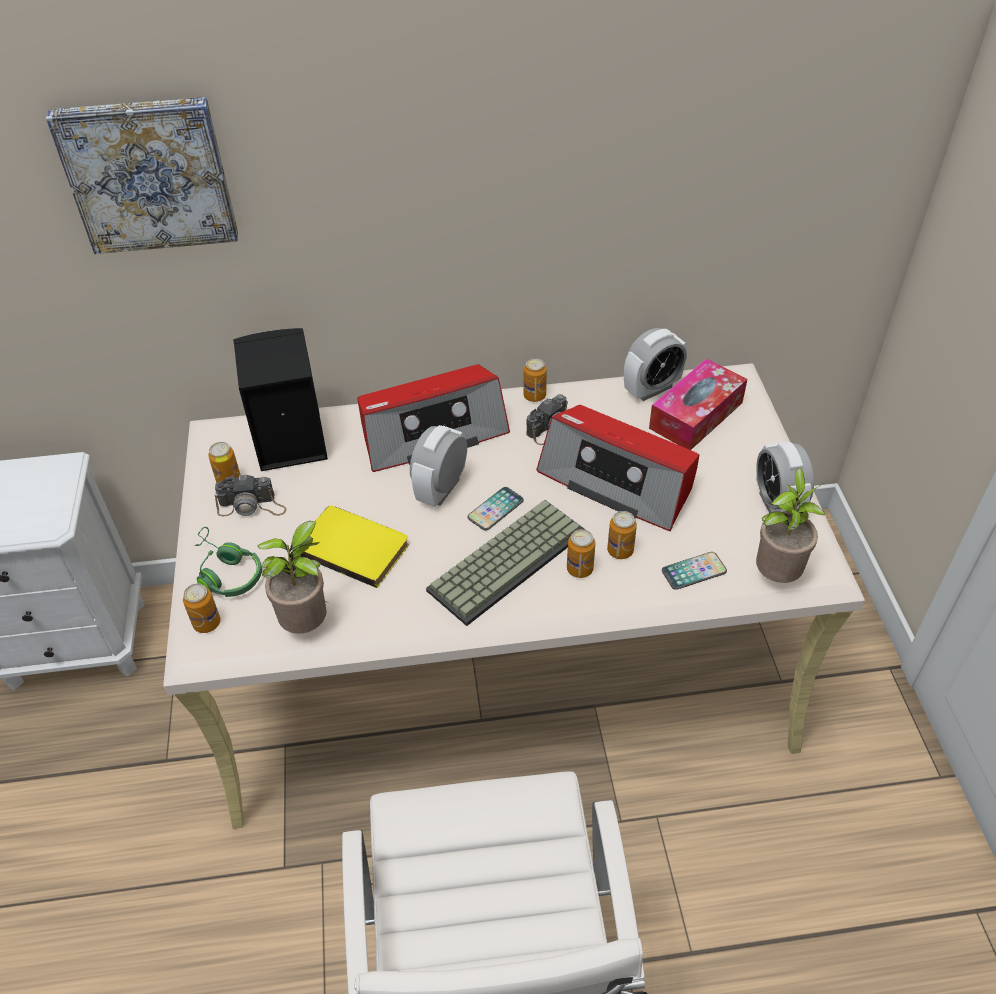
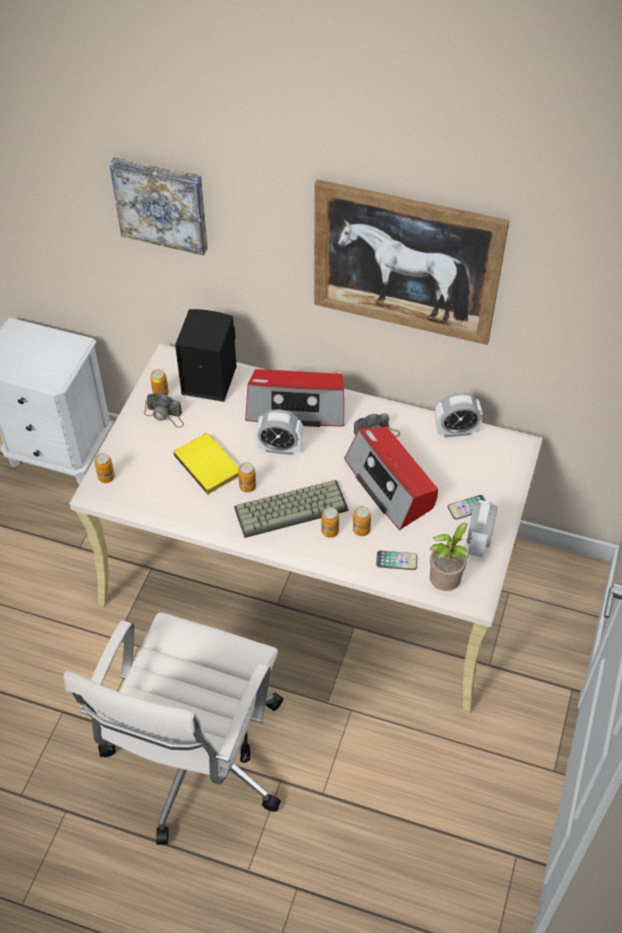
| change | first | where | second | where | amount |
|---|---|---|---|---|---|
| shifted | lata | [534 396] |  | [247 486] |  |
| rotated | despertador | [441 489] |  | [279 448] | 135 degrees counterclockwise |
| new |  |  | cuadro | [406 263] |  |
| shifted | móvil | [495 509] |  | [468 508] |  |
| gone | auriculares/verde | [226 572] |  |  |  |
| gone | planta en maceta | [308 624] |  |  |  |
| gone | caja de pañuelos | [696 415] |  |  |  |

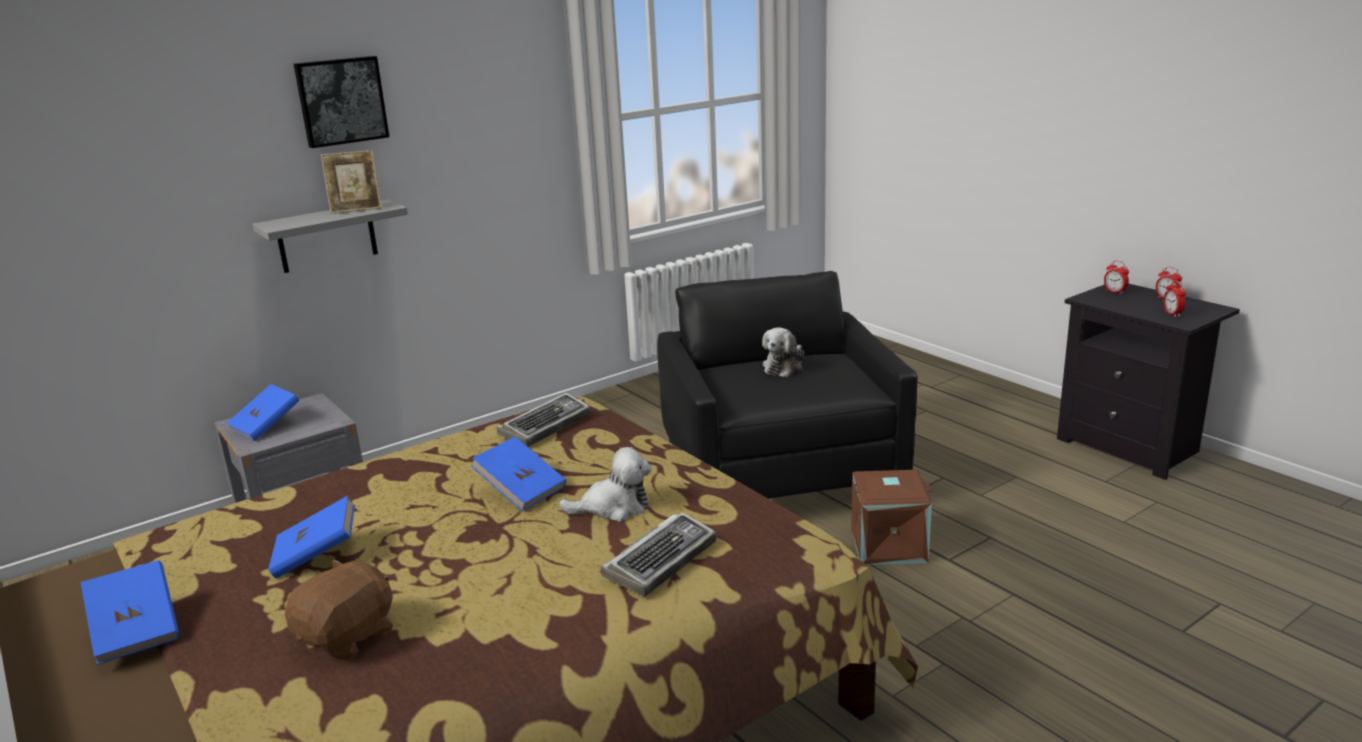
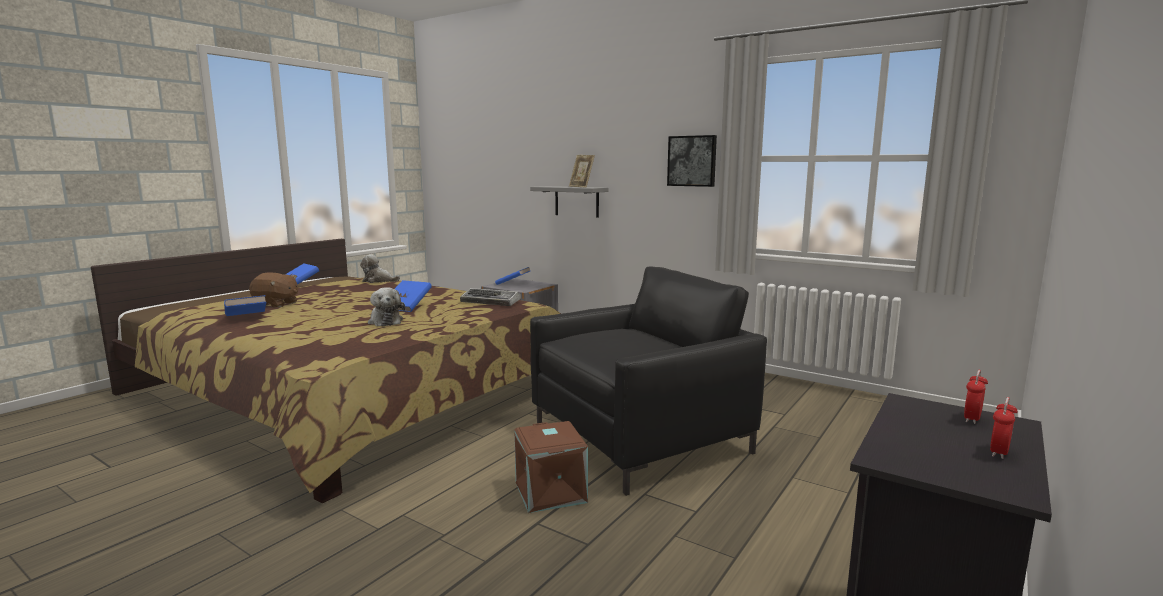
| change | first | where | second | where | amount |
|---|---|---|---|---|---|
| shifted | libro/azul | [317 556] |  | [246 318] |  |
| shifted | peluche | [784 367] |  | [378 281] |  |
| shifted | cuadro | [341 101] |  | [692 161] |  |
| gone | teclado | [661 560] |  |  |  |
| gone | despertador | [1172 314] |  |  |  |

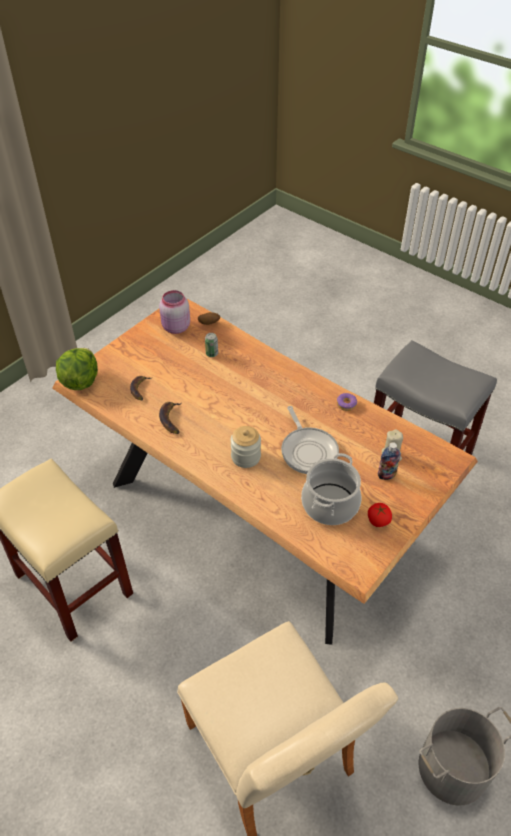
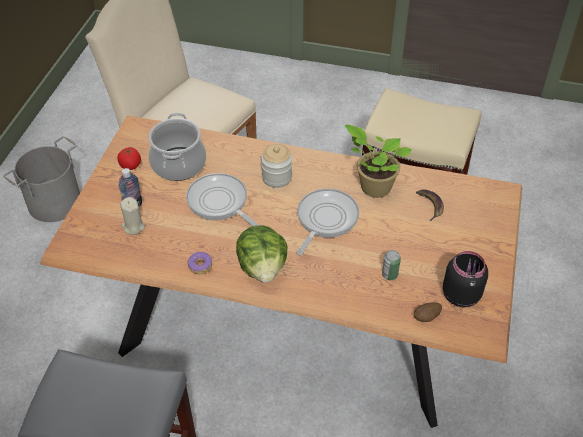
| change | first | where | second | where | amount |
|---|---|---|---|---|---|
| shifted | lechuga | [80 381] |  | [263 268] |  |
| new |  |  | sartén | [325 219] |  |
| swapped | plátano | [171 419] | planta en maceta | [373 187] |  |
| repainted | tarro/rosa | [175 328] | tarro/negro | [461 294] |  |

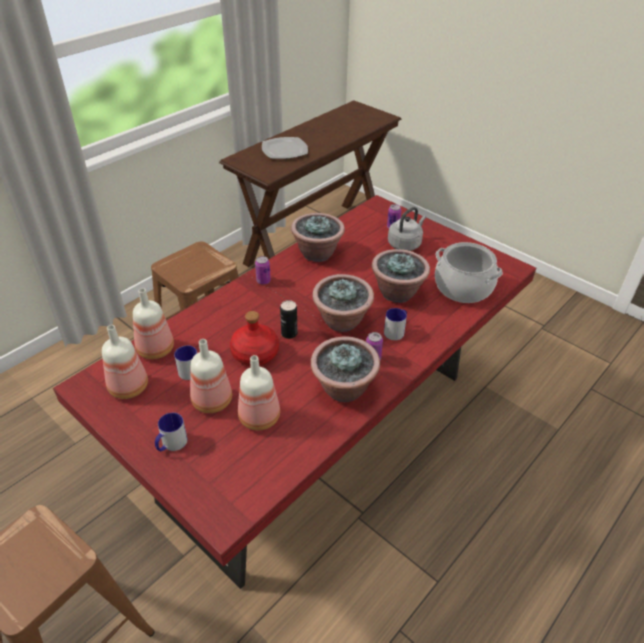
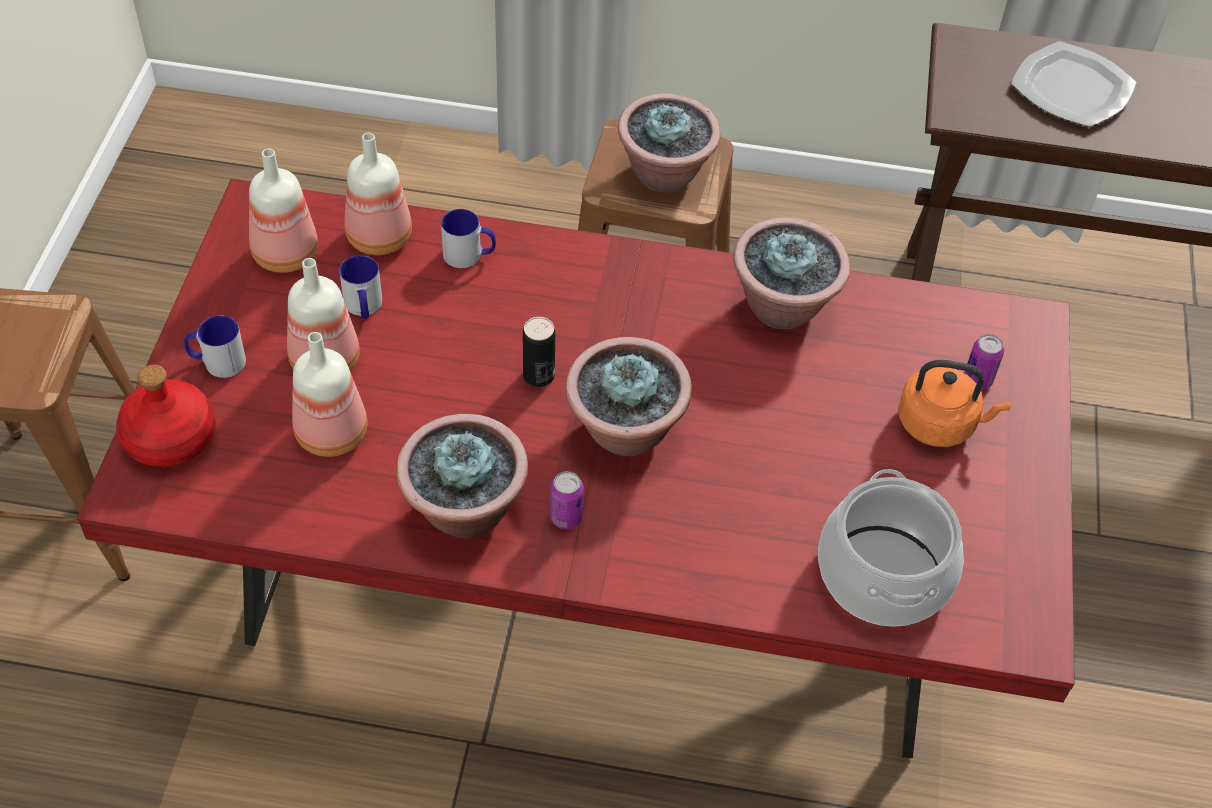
| change | first | where | second | where | amount |
|---|---|---|---|---|---|
| shifted | botella/rojo | [255 353] |  | [172 438] |  |
| shifted | taza grande | [396 331] |  | [469 255] |  |
| shifted | planta en maceta | [397 293] |  | [665 174] |  |
| repainted | hervidor/gris | [405 244] | hervidor/naranja | [940 424] |  |
| gone | lata | [263 281] |  |  |  |

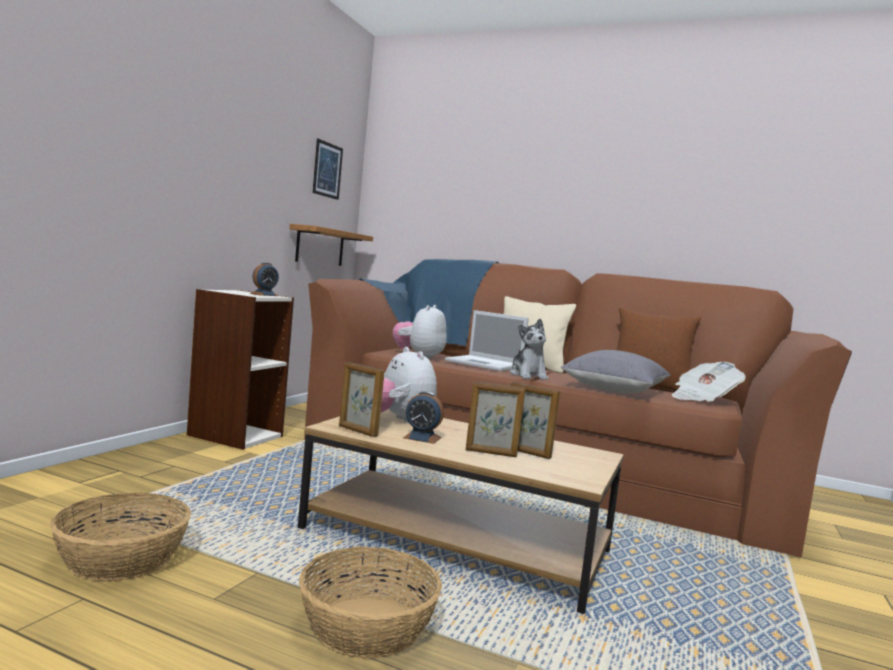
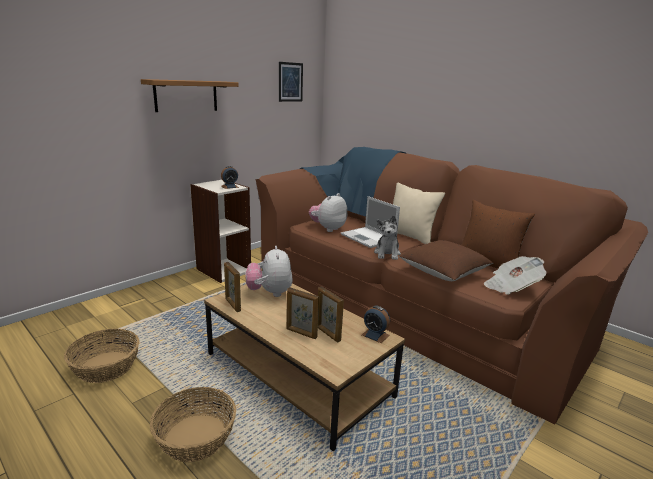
| change | first | where | second | where | amount |
|---|---|---|---|---|---|
| shifted | estante | [320 246] |  | [186 96] |  |
| shifted | despertador | [422 438] |  | [375 335] |  |
| repainted | cojín/gris | [614 390] | cojín/marrón | [443 273] |  |

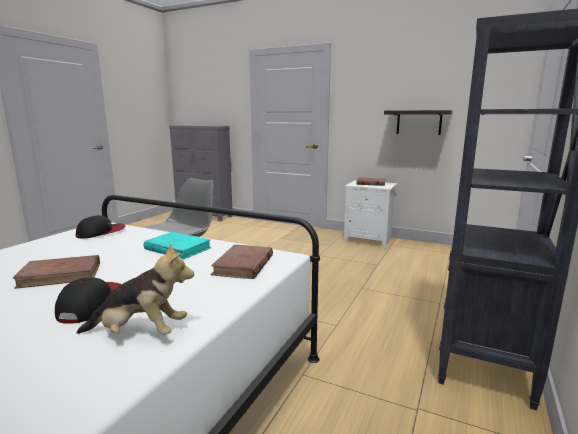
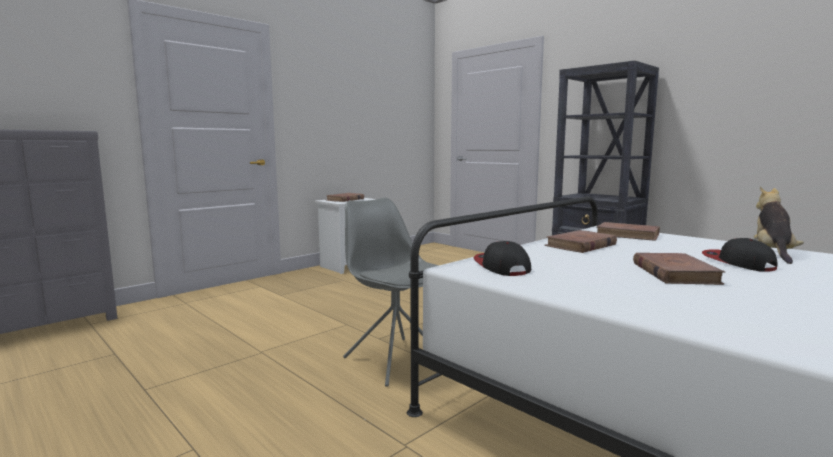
| change | first | where | second | where | amount |
|---|---|---|---|---|---|
| repainted | libro/turquesa | [177 248] | libro/marrón | [580 245] |  |
| rotated | gorra | [91 304] |  | [737 263] | 45 degrees clockwise |
| gone | estante | [419 122] |  |  |  |

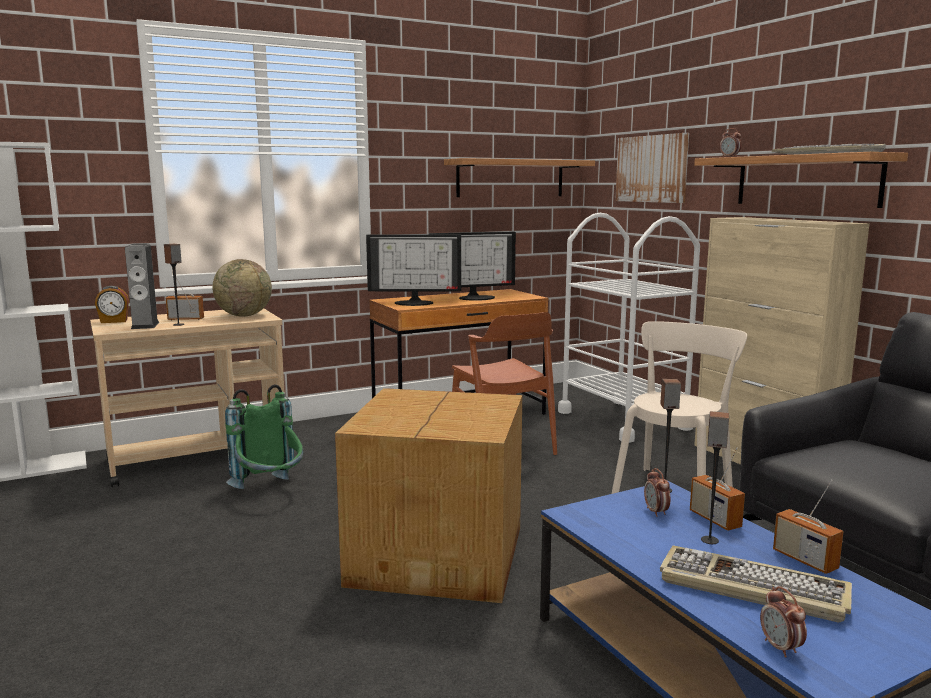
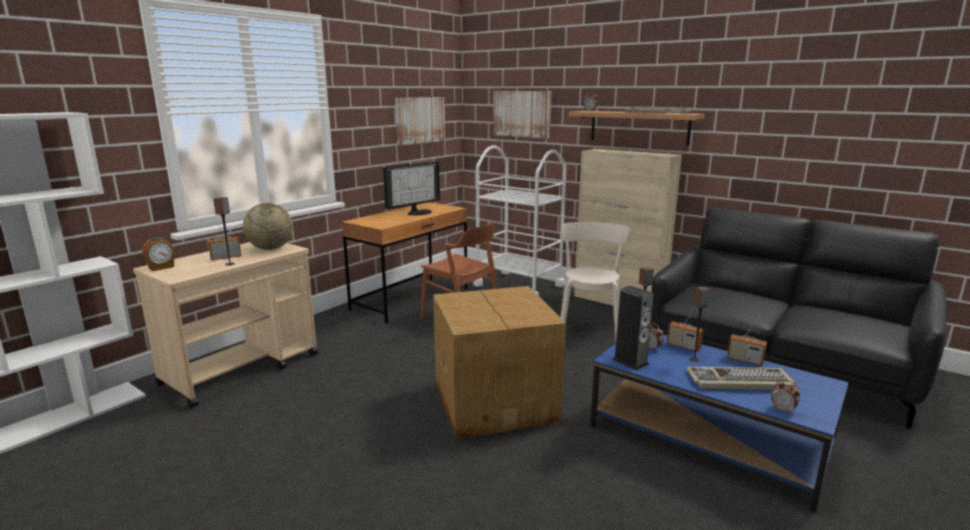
| change | first | where | second | where | amount |
|---|---|---|---|---|---|
| swapped | estante | [510 178] | cuadro | [419 120] |  |
| shifted | altavoz | [145 325] |  | [630 361] |  |
| gone | mochila/verde | [270 491] |  |  |  |
| gone | monitor | [414 302] |  |  |  |

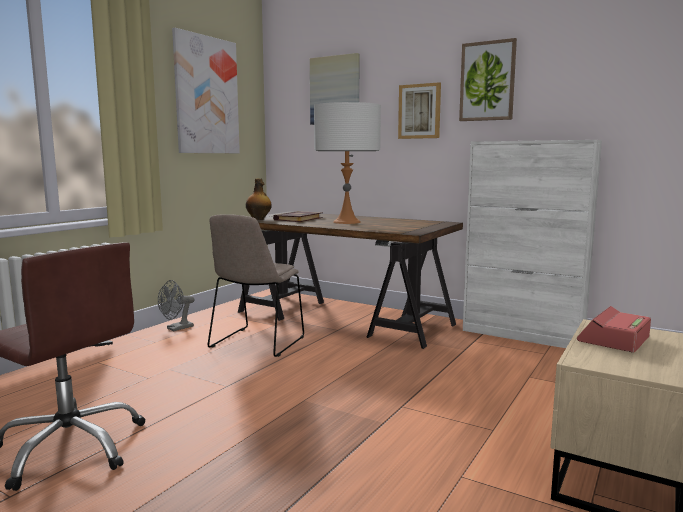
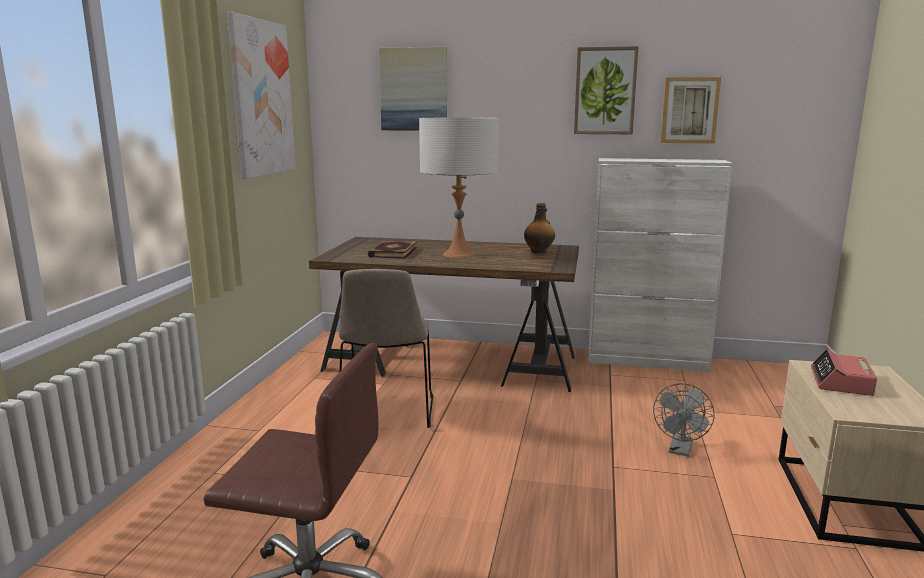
| change | first | where | second | where | amount |
|---|---|---|---|---|---|
| shifted | botella | [259 219] |  | [539 252] |  |
| shifted | ventilador/gris | [176 329] |  | [680 450] |  |
| shifted | cuadro | [419 111] |  | [689 110] |  |

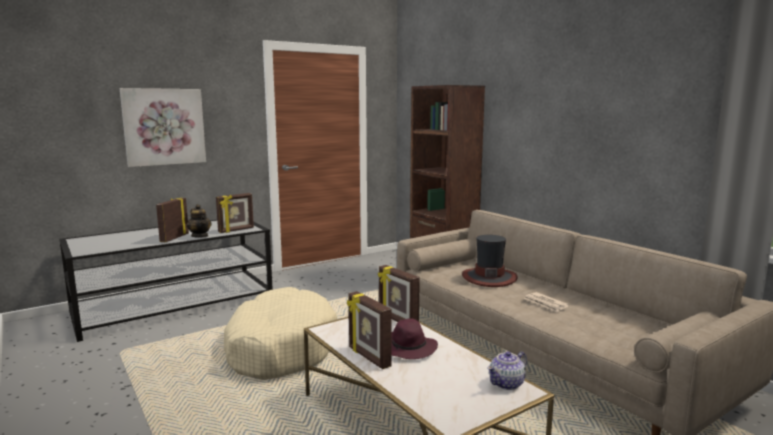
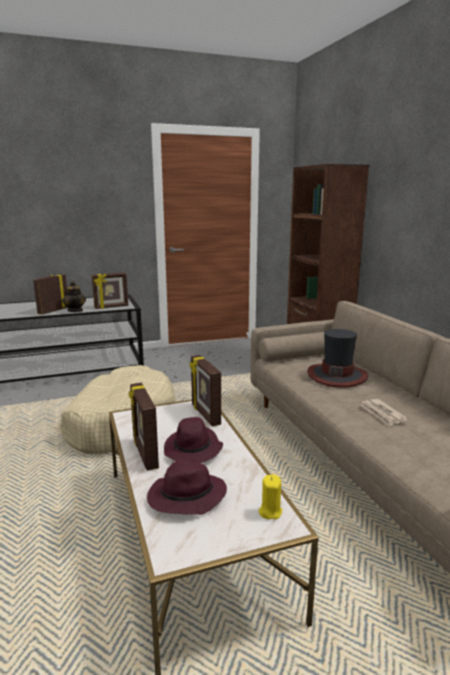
| change | first | where | second | where | amount |
|---|---|---|---|---|---|
| new |  |  | sombrero/morado | [186 498] |  |
| swapped | tetera | [507 383] | vela/amarillo | [270 512] |  |
| gone | cuadro | [164 127] |  |  |  |

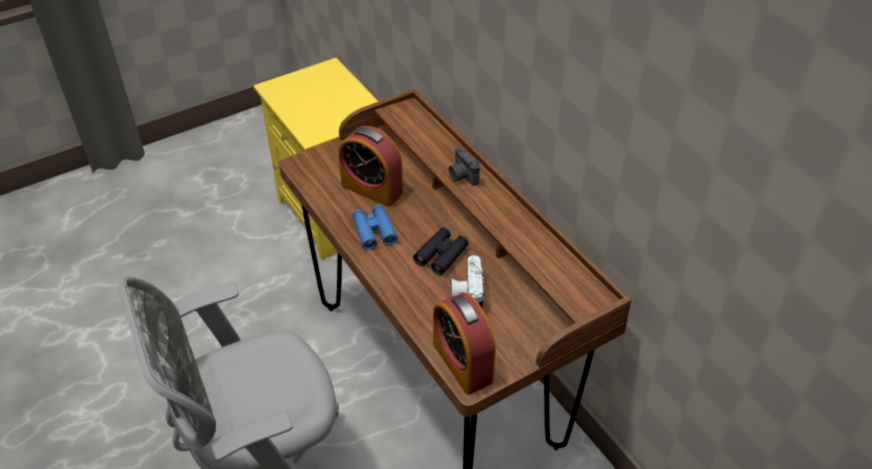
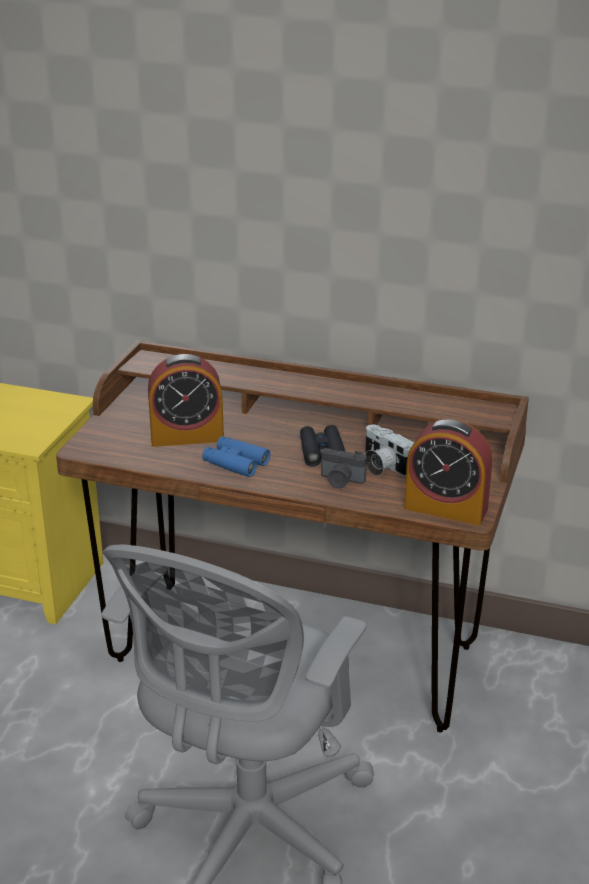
| change | first | where | second | where | amount |
|---|---|---|---|---|---|
| shifted | cámara | [462 176] |  | [341 481] |  |

